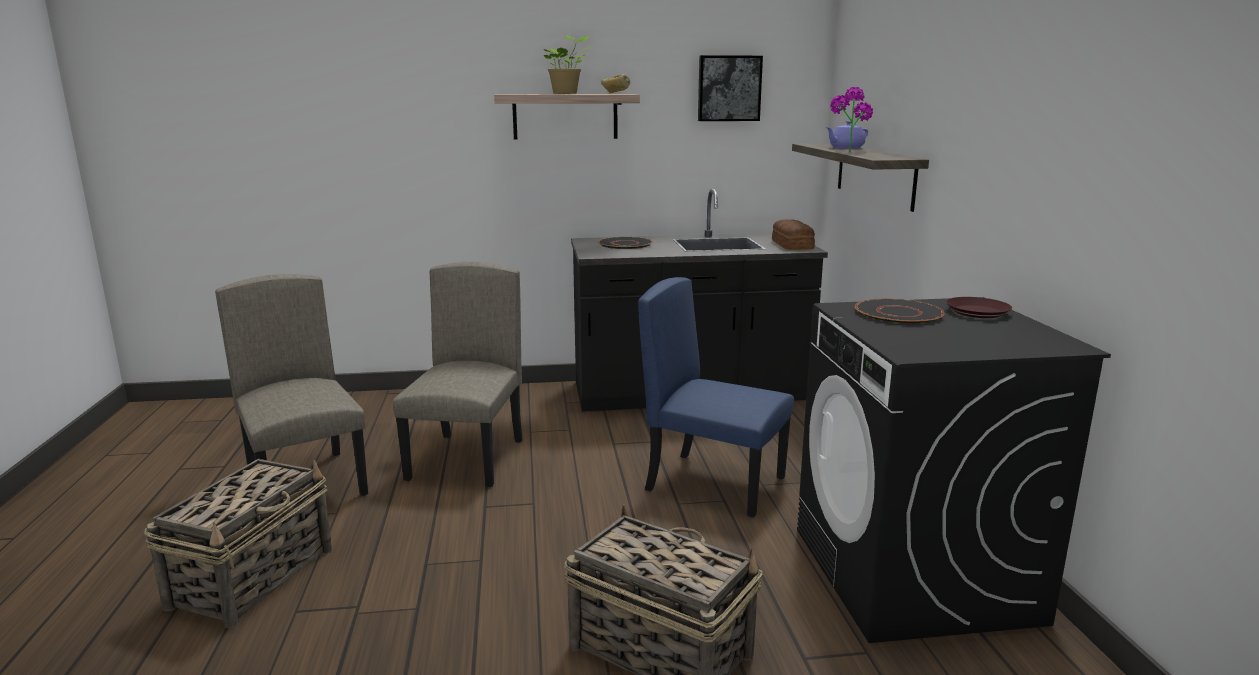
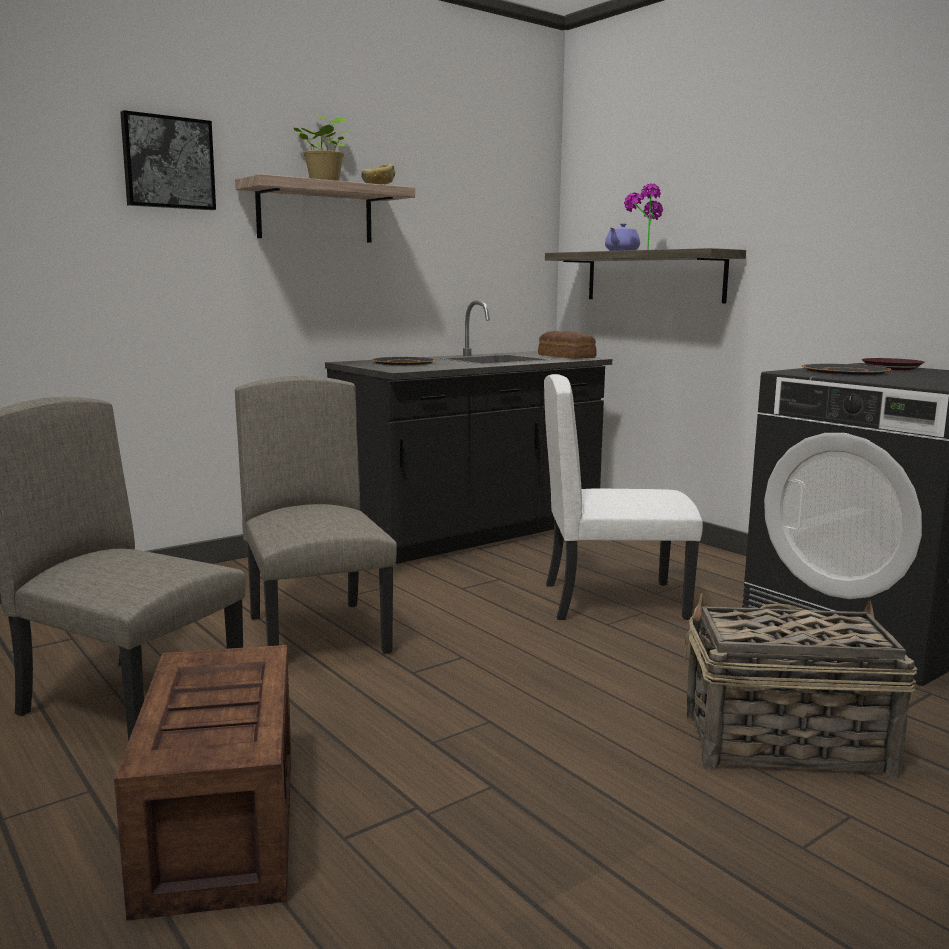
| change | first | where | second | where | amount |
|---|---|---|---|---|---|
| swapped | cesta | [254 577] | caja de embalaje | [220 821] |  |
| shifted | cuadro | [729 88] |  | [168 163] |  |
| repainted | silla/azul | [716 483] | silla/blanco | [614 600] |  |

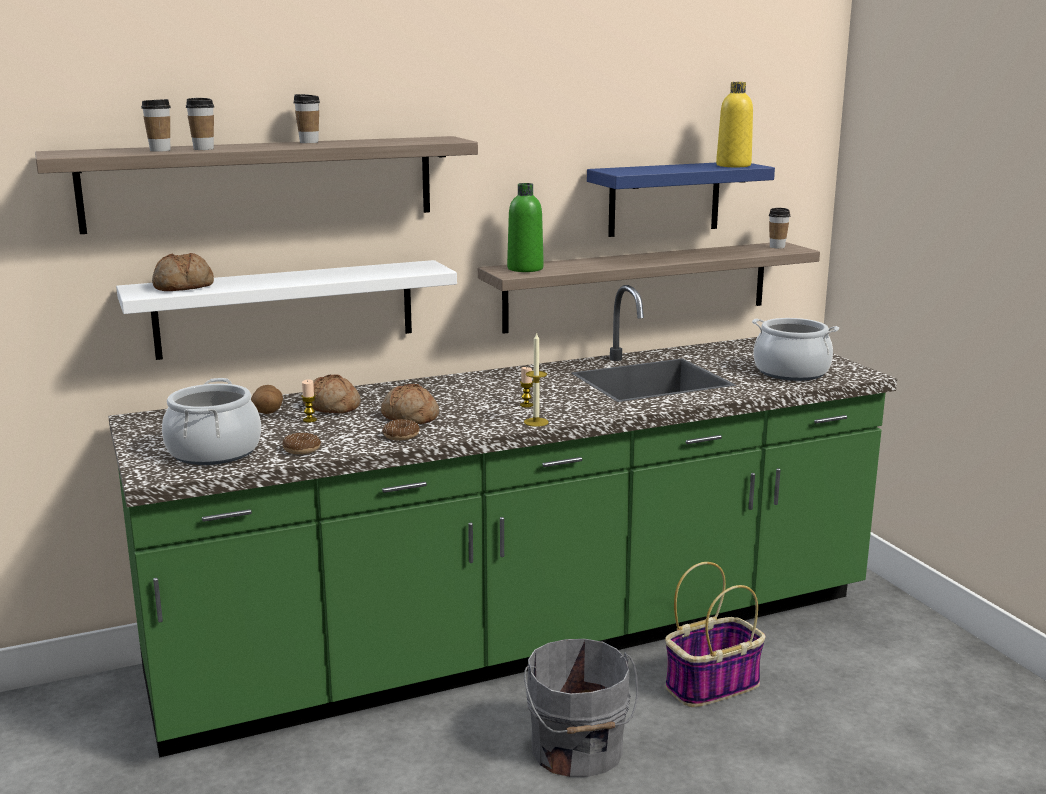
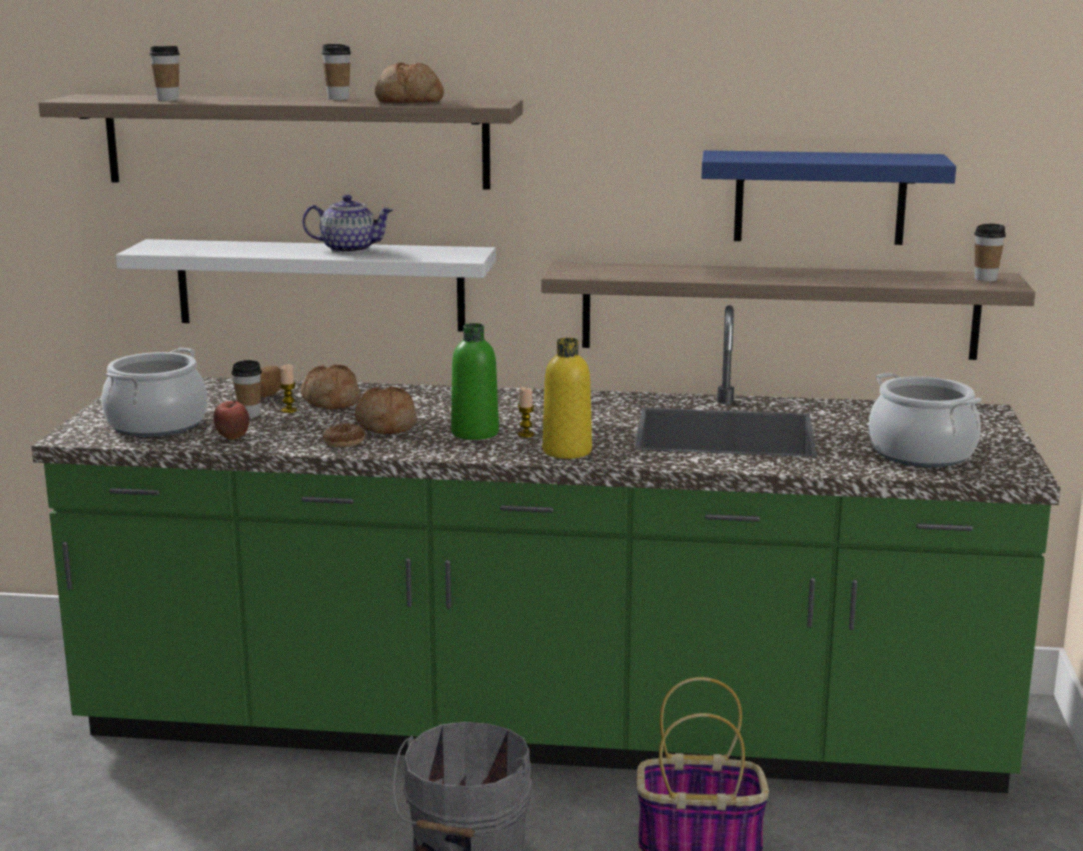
| change | first | where | second | where | amount |
|---|---|---|---|---|---|
| swapped | rosquilla | [301 449] | manzana | [232 438] |  |
| shifted | taza | [203 149] |  | [249 414] |  |
| new |  |  | tetera | [348 249] |  |
| shifted | pan | [183 287] |  | [408 101] |  |
| shifted | botella/verde | [525 269] |  | [475 433] |  |
| shifted | botella/amarillo | [733 165] |  | [567 451] |  |
| gone | vela | [536 422] |  |  |  |

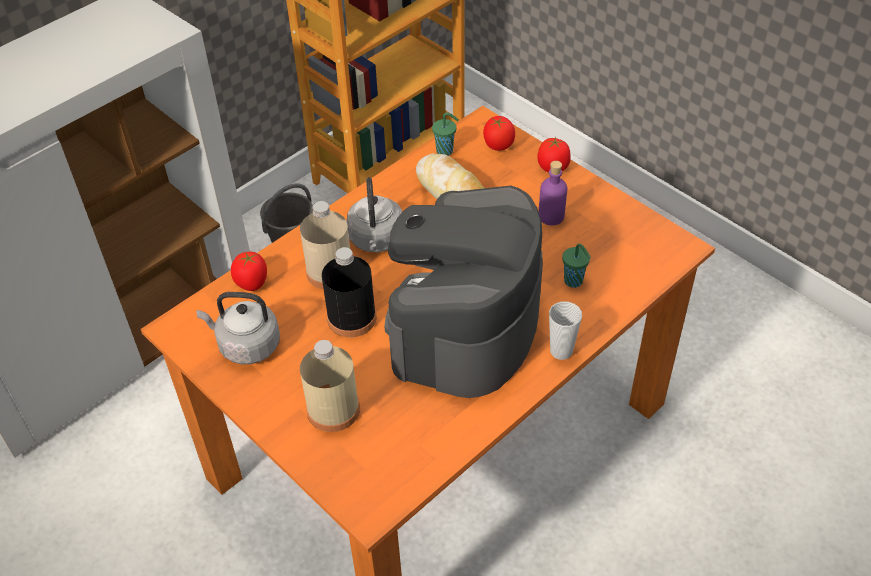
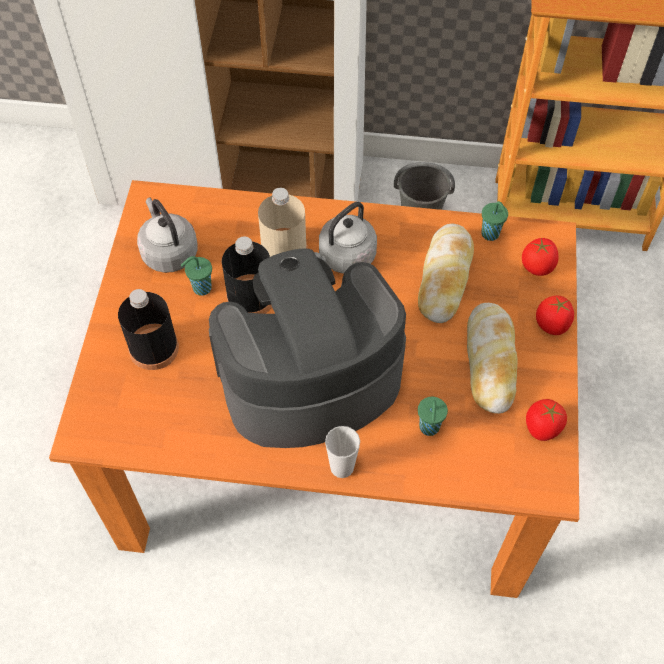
| change | first | where | second | where | amount |
|---|---|---|---|---|---|
| repainted | botella/beis | [333 409] | botella/negro | [154 348] |  |
| new |  |  | taza/verde | [201 288] |  |
| swapped | botella/morado | [551 216] | pan | [490 362] |  |
| shifted | tomate | [252 283] |  | [542 428] |  |

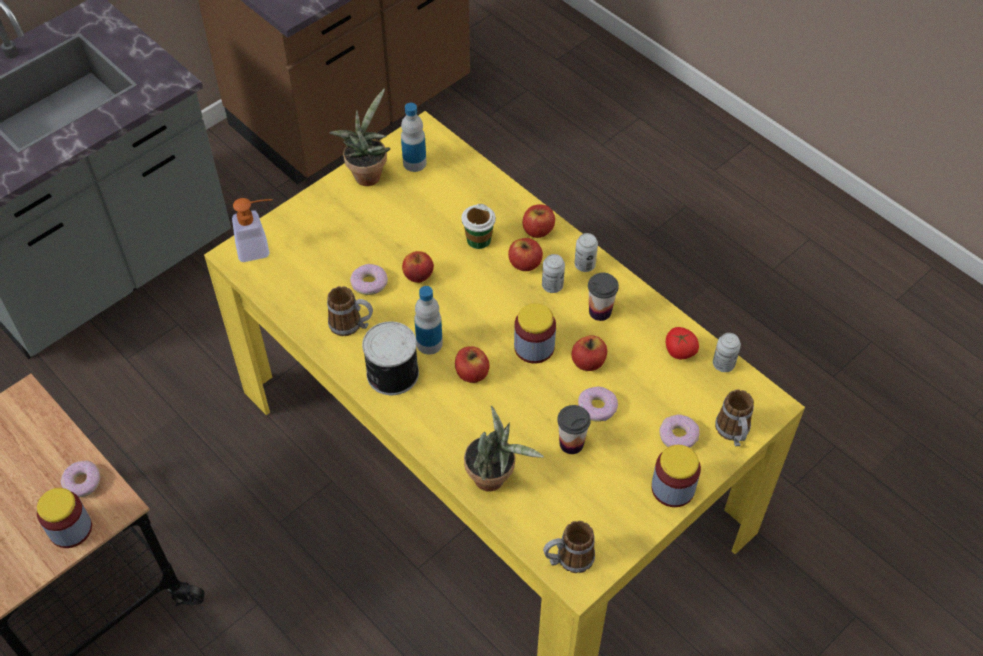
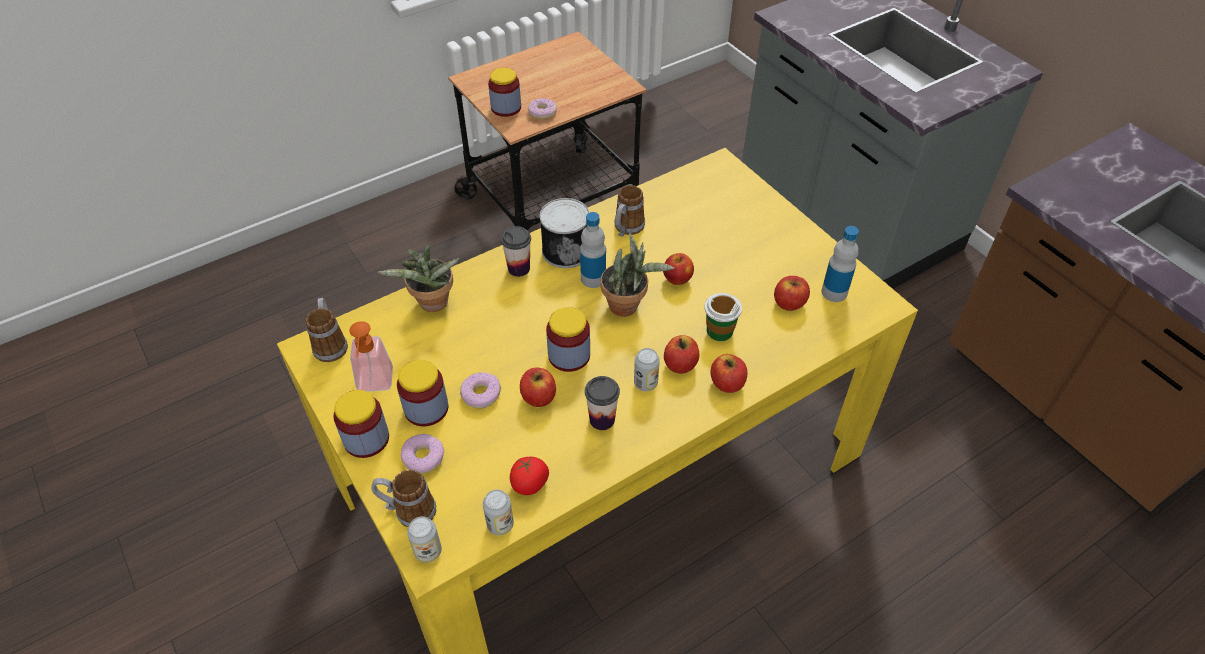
| change | first | where | second | where | amount |
|---|---|---|---|---|---|
| shifted | dispensador de jabón | [259 248] |  | [374 385] |  |
| new |  |  | tarro | [426 408] |  |
| shifted | lata | [584 265] |  | [428 551] |  |
| shifted | taza | [571 443] |  | [519 268] |  |
| shifted | planta en maceta | [367 173] |  | [628 306] |  |
| shifted | manzana | [471 373] |  | [789 303] |  |
| gone | rosquilla | [369 283] |  |  |  |

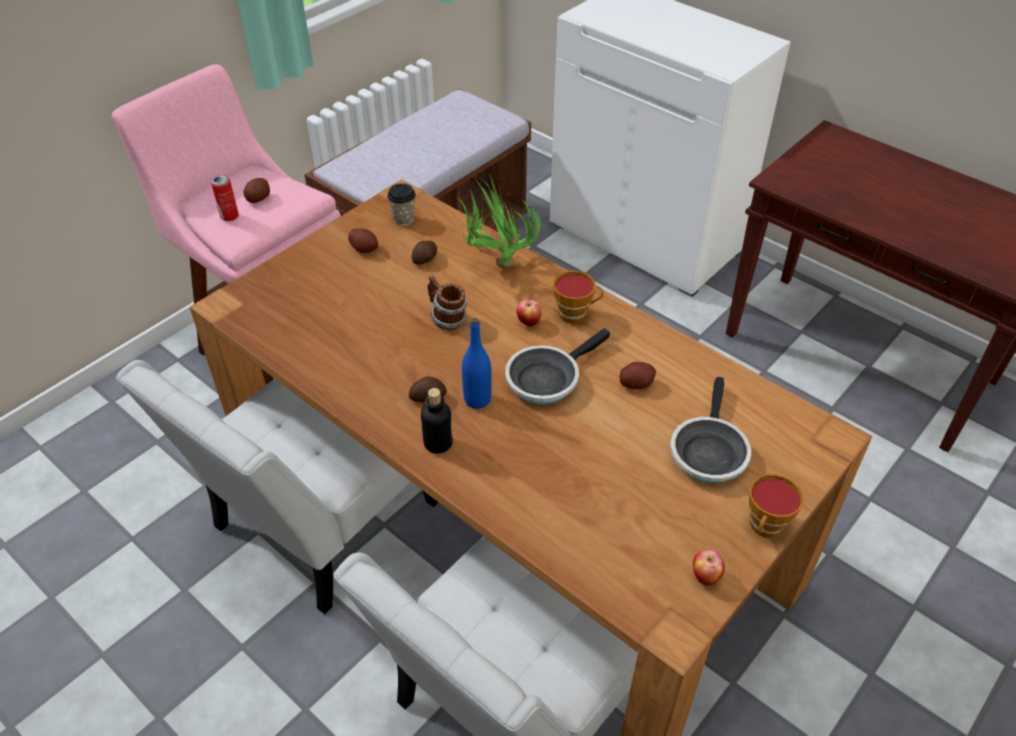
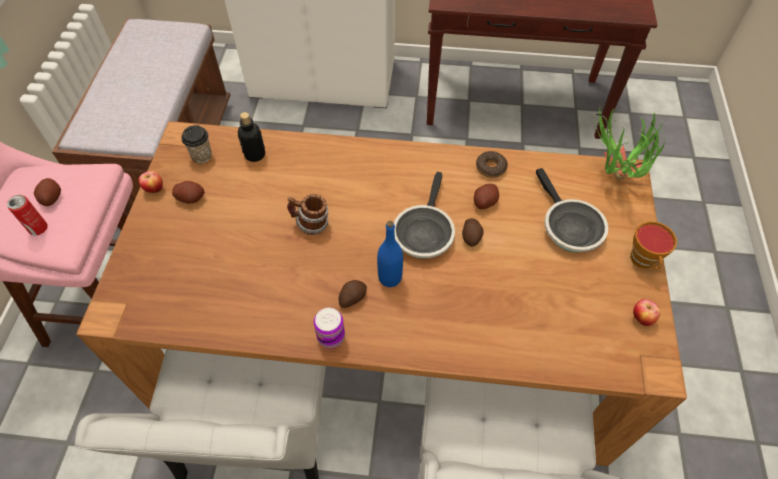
| change | first | where | second | where | amount |
|---|---|---|---|---|---|
| shifted | manzana | [528 323] |  | [154 189] |  |
| shifted | botella | [438 443] |  | [255 154] |  |
| new |  |  | lata | [331 337] |  |
| shifted | patata | [425 259] |  | [471 236] |  |
| new |  |  | rosquilla | [490 168] |  |
| shifted | planta en maceta | [495 266] |  | [612 180] |  |
| gone | taza | [576 314] |  |  |  |

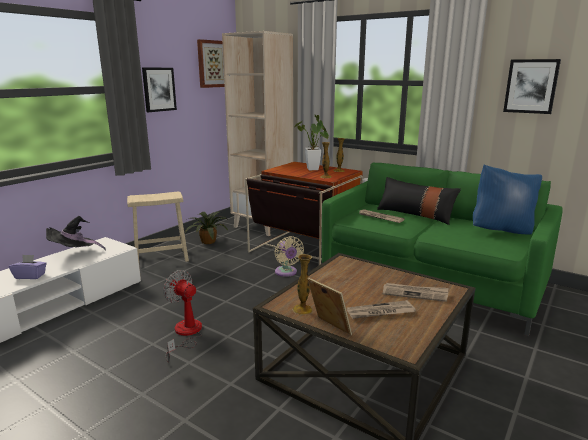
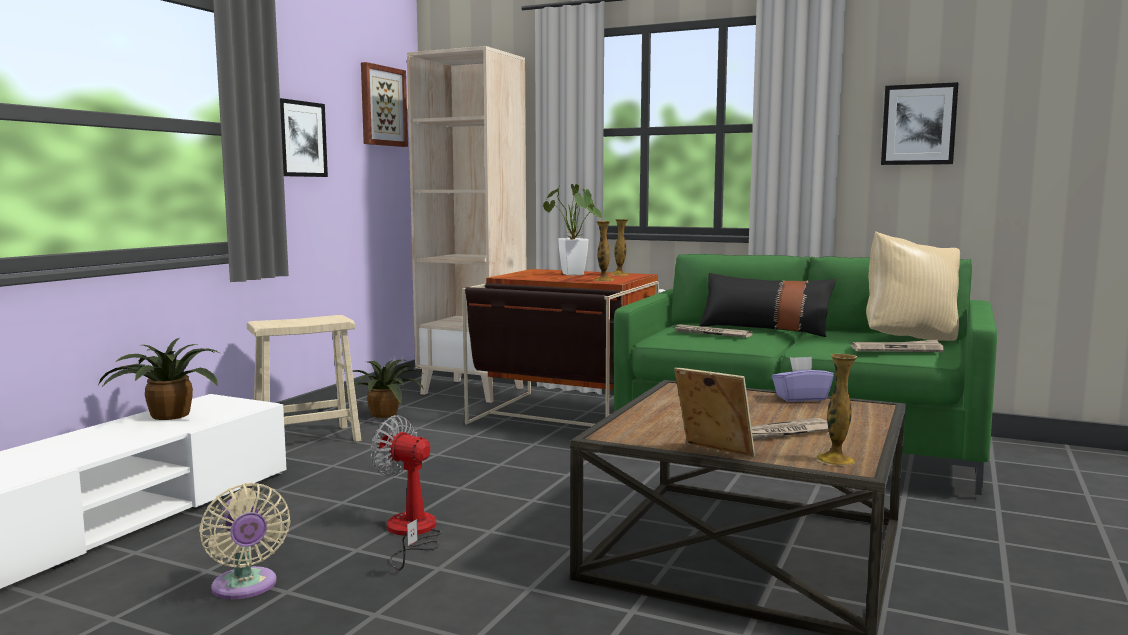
| change | first | where | second | where | amount |
|---|---|---|---|---|---|
| swapped | sombrero/negro | [75 254] | planta en maceta | [166 416] |  |
| shifted | ventilador/beis | [286 272] |  | [245 587] |  |
| shifted | caja de pañuelos/morado | [30 276] |  | [801 398] |  |
| shifted | florero | [302 309] |  | [835 460] |  |
| shifted | periódico | [415 293] |  | [897 349] |  |
| repainted | cojín/azul | [501 231] | cojín/beis | [910 339] |  |

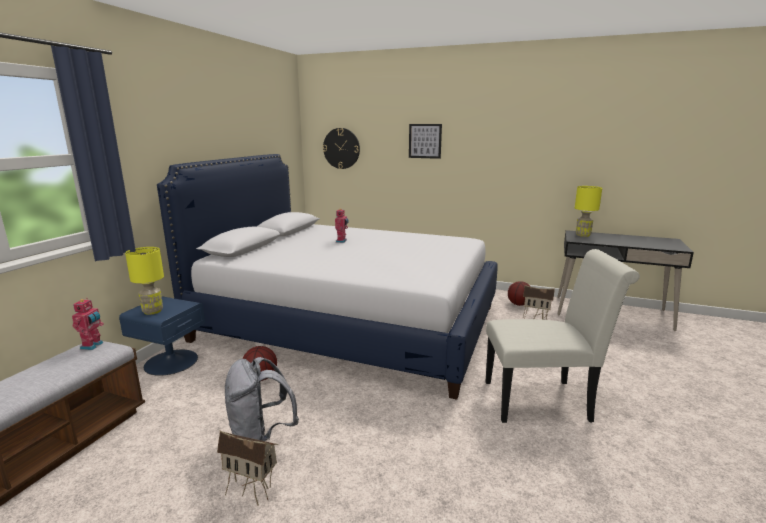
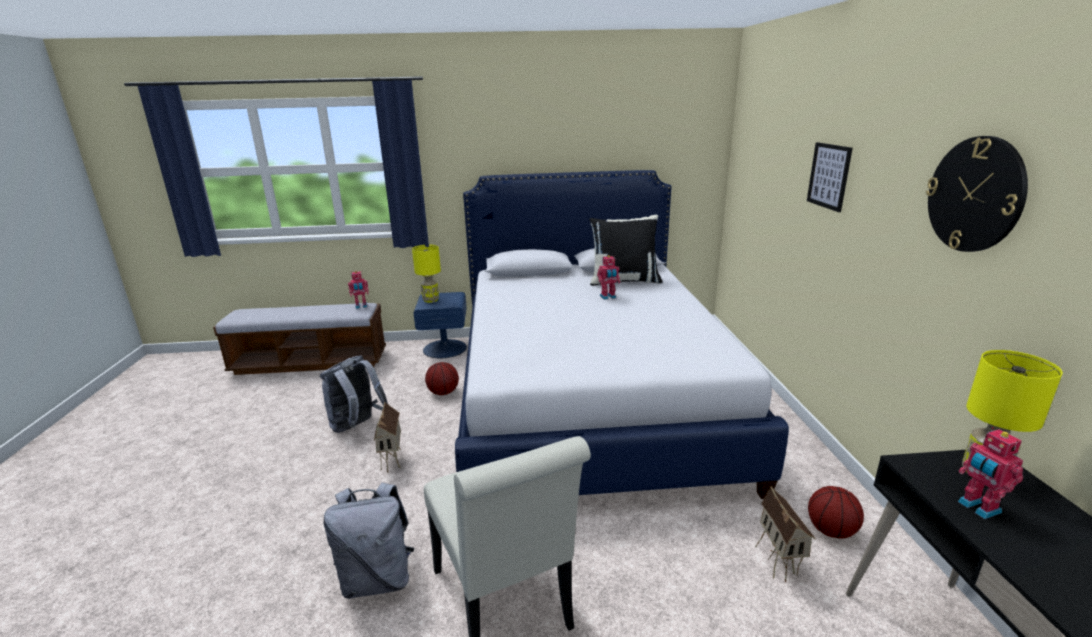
| change | first | where | second | where | amount |
|---|---|---|---|---|---|
| new |  |  | mochila/gris | [378 579] |  |
| shifted | casita | [252 491] |  | [393 461] |  |
| new |  |  | cojín/negro | [624 281] |  |
| shifted | reloj de pared | [341 148] |  | [975 195] |  |
| new |  |  | robot de juguete | [977 508] |  |

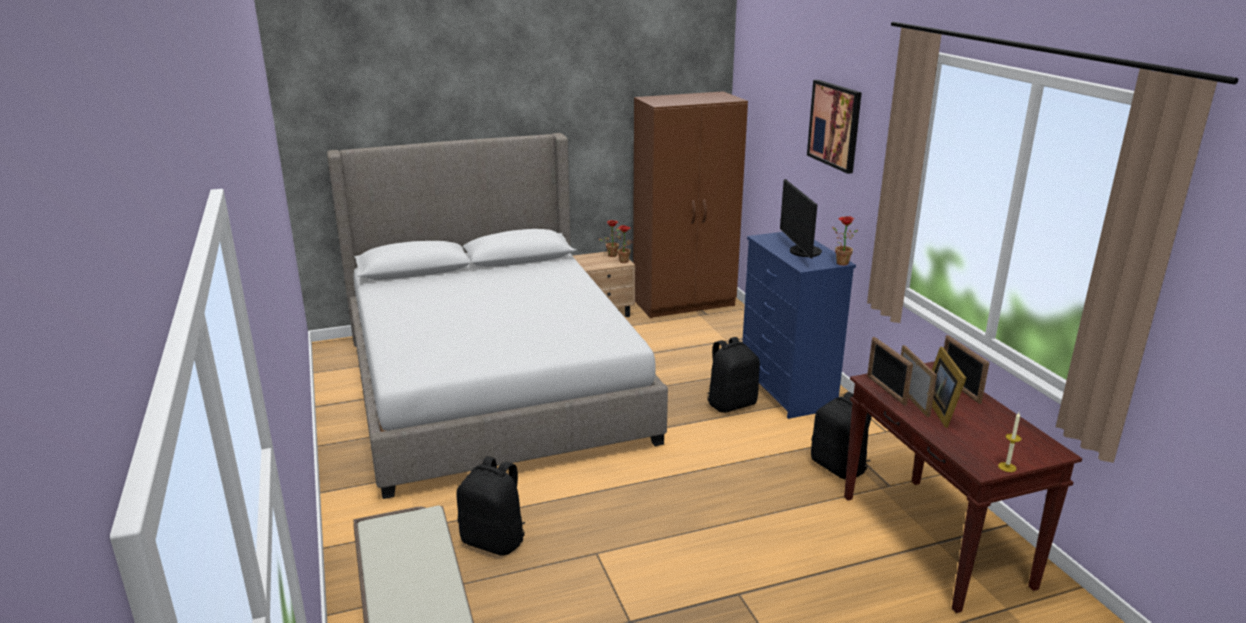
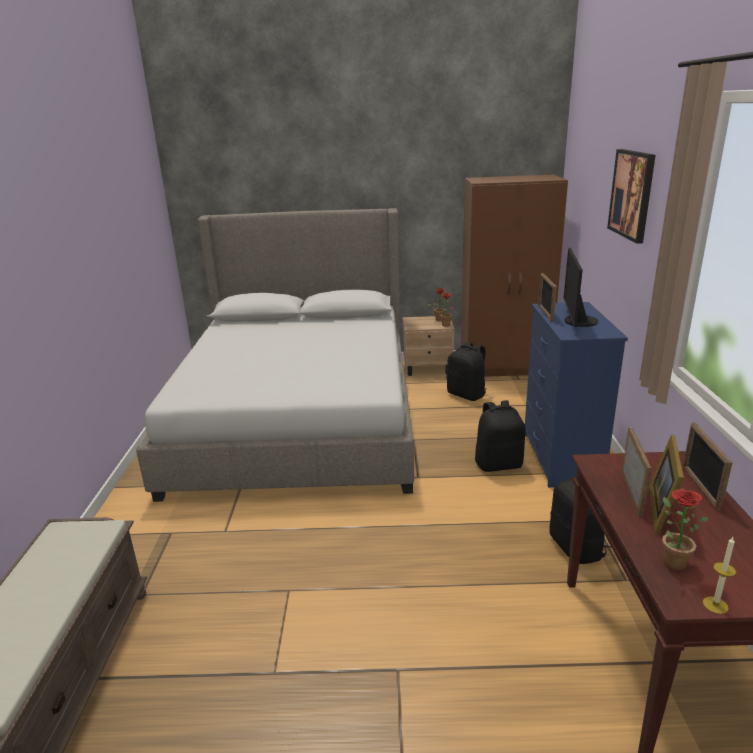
| change | first | where | second | where | amount |
|---|---|---|---|---|---|
| shifted | mochila/negro | [494 541] |  | [467 395] |  |
| shifted | portarretratos | [886 390] |  | [545 313] |  |
| shifted | planta en maceta | [840 262] |  | [670 560] |  |

